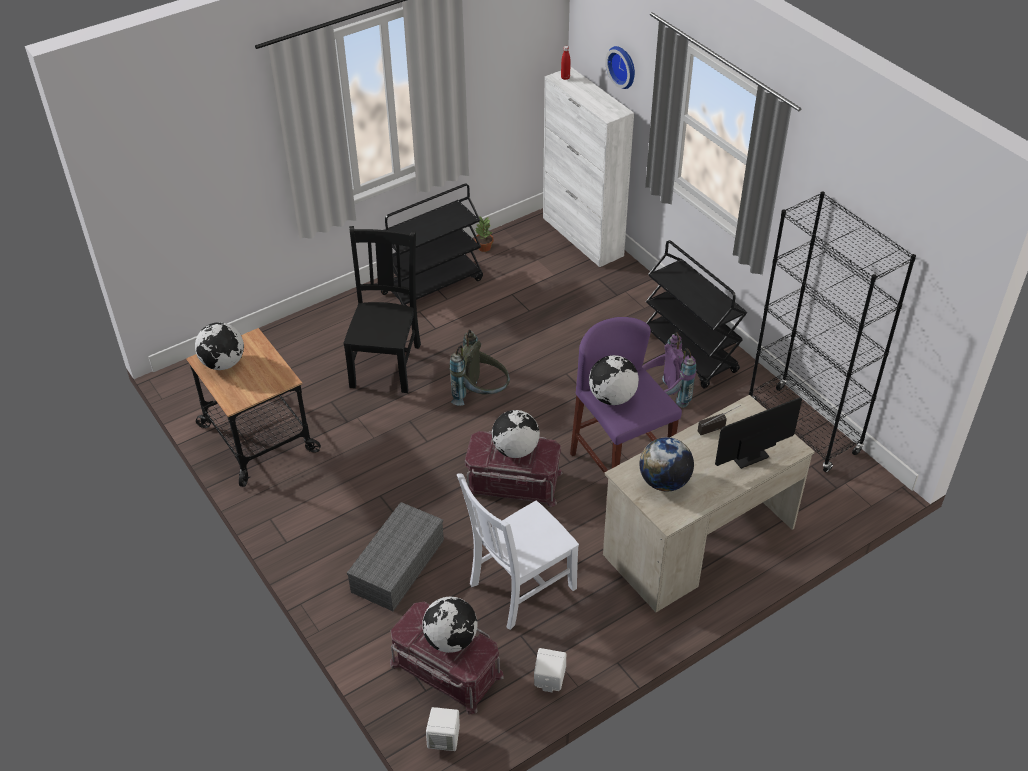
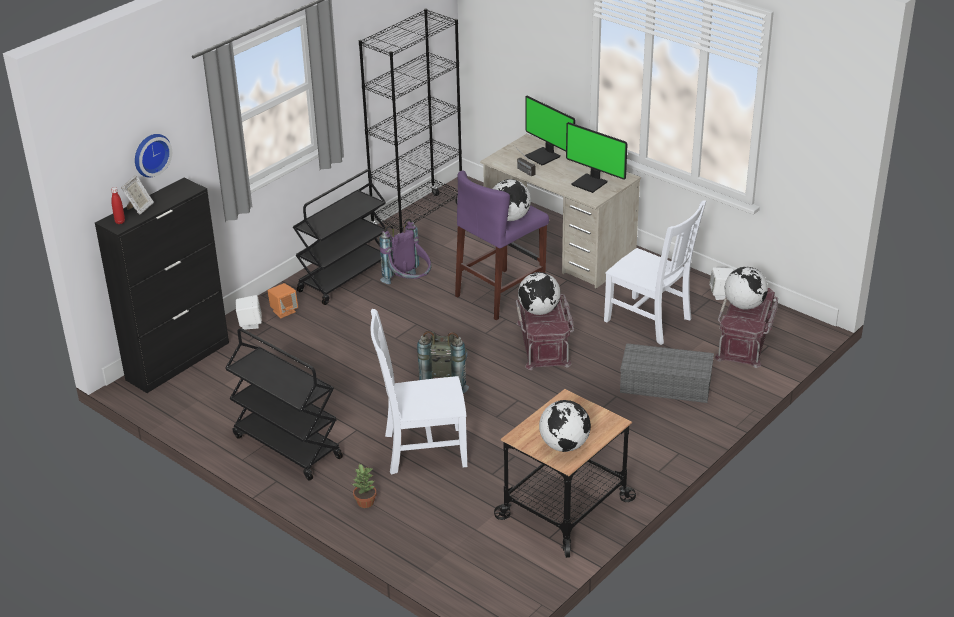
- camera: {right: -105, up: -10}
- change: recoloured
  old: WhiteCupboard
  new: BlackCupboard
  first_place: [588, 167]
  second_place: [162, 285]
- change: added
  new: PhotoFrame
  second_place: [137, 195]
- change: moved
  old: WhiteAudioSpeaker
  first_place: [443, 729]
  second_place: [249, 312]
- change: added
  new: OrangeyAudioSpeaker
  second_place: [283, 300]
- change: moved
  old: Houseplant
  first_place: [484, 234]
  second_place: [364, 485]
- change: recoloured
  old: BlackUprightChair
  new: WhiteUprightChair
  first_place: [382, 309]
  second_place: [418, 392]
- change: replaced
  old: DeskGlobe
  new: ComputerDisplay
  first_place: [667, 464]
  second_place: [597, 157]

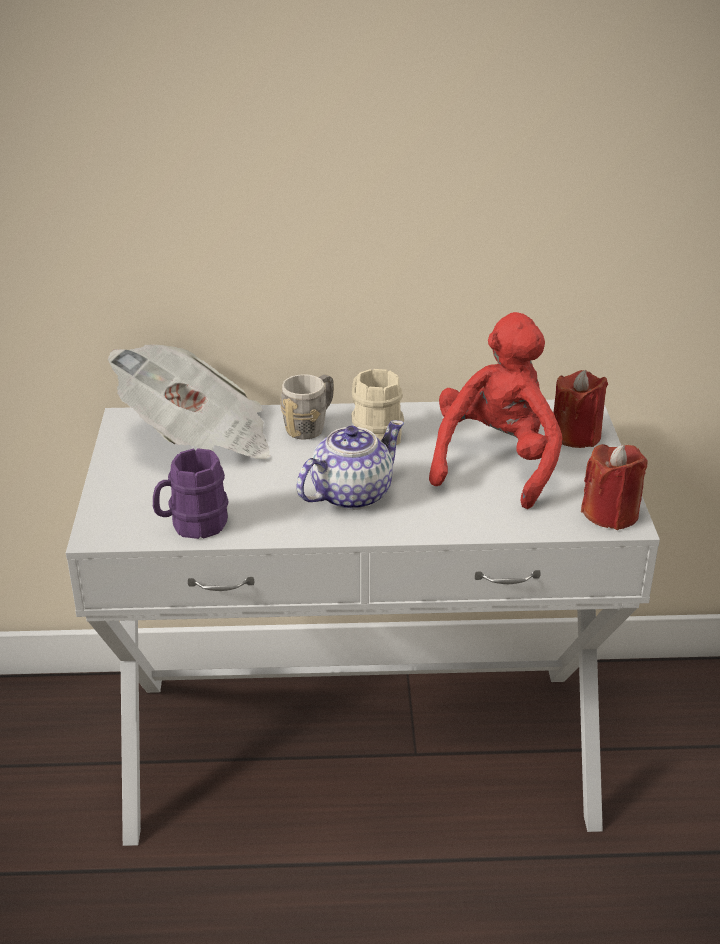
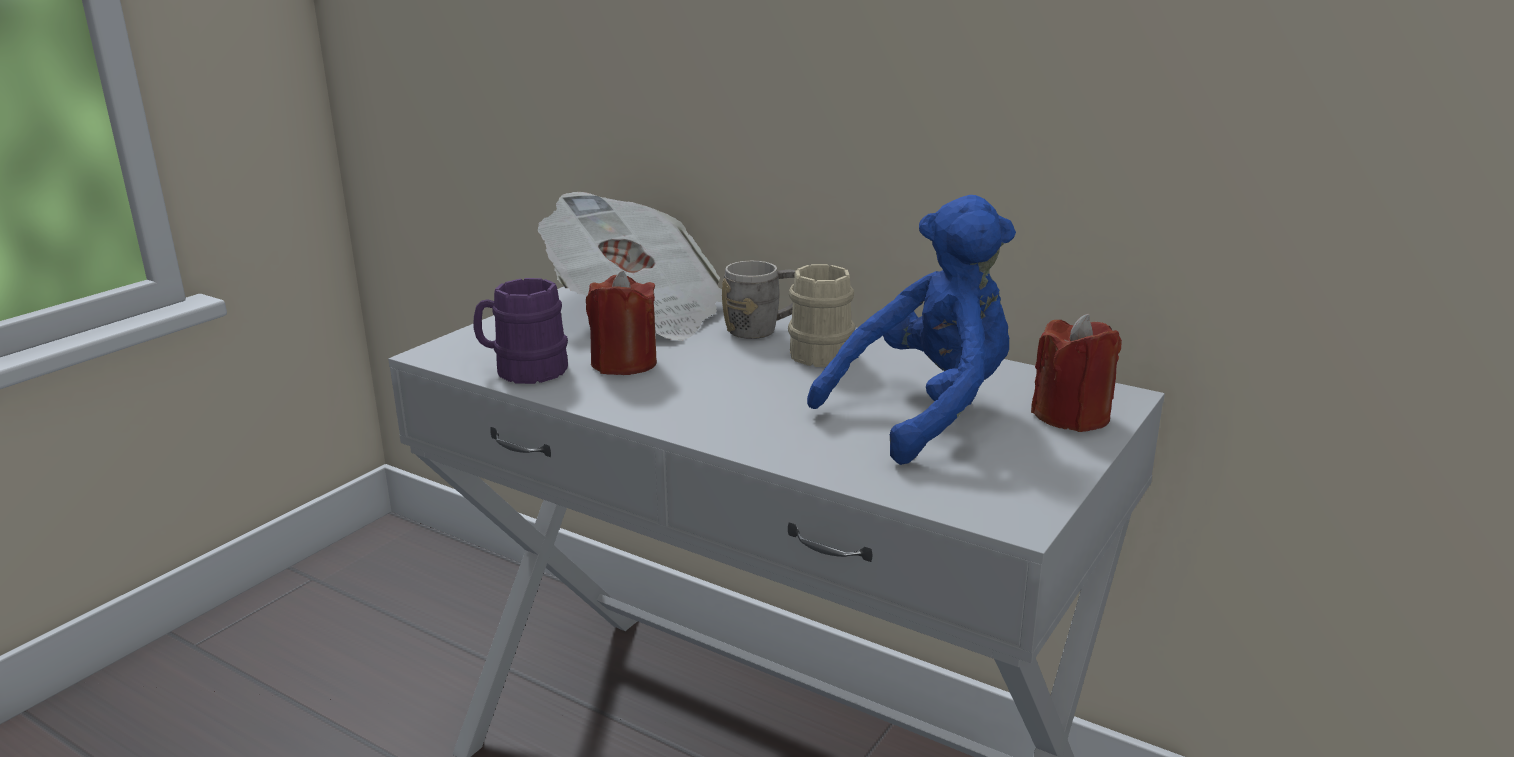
- camera: {right: 35, up: -10}
- change: moved
  old: RedColouredWaxCandle
  first_place: [614, 487]
  second_place: [621, 323]
- change: recoloured
  old: RedColouredSoftToy
  new: BlueSoftToy
  first_place: [496, 410]
  second_place: [911, 330]
- change: removed
  old: TeaPot
  first_place: [350, 465]

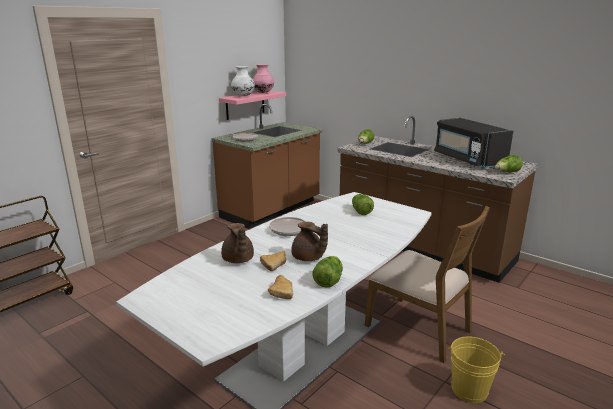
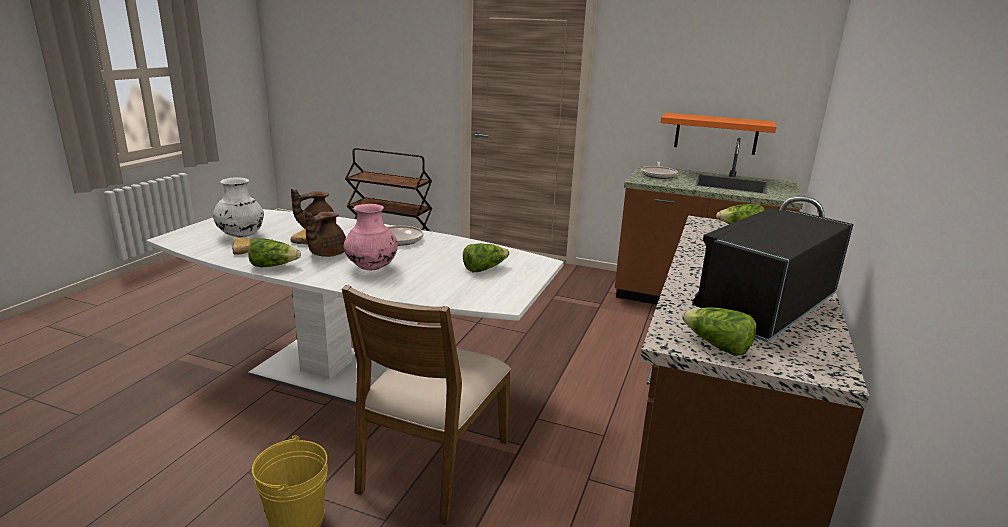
- camera: {right: 70, up: 0}
- change: moved
  old: WhiteVase
  first_place: [243, 81]
  second_place: [238, 207]
- change: moved
  old: PinkColouredVase
  first_place: [263, 78]
  second_place: [370, 237]
- change: recoloured
  old: PinkColouredBracketShelf
  new: OrangeyBracketShelf
  first_place: [252, 105]
  second_place: [718, 134]

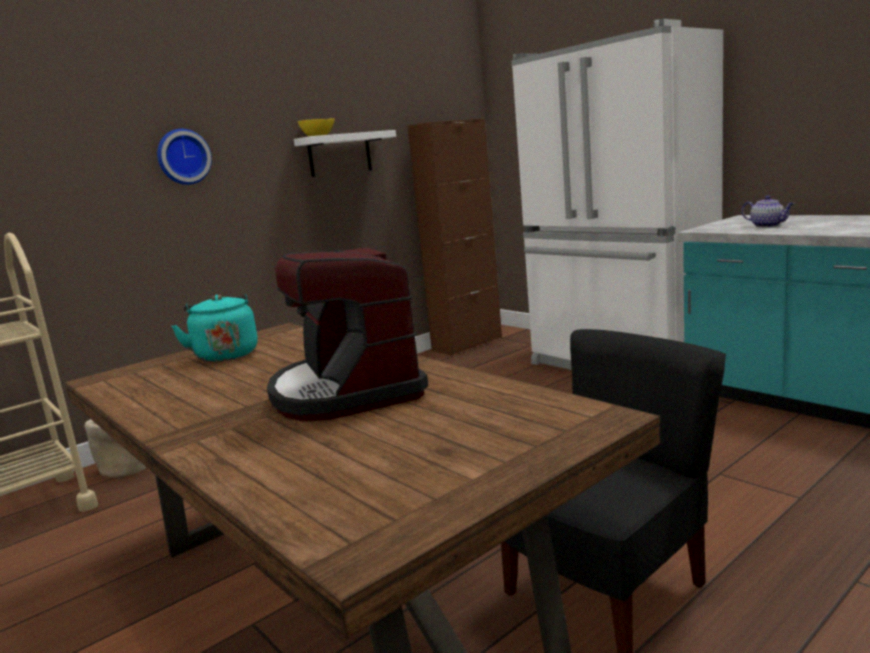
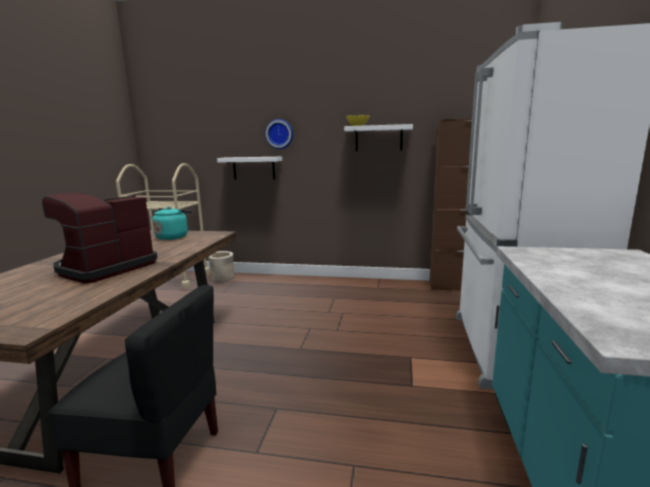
- camera: {right: 50, up: 0}
- change: added
  new: WhiteBracketShelf
  second_place: [249, 168]
- change: removed
  old: TeaPot
  first_place: [768, 211]

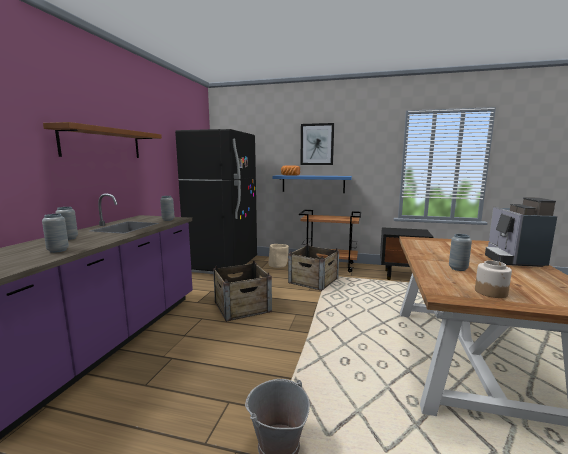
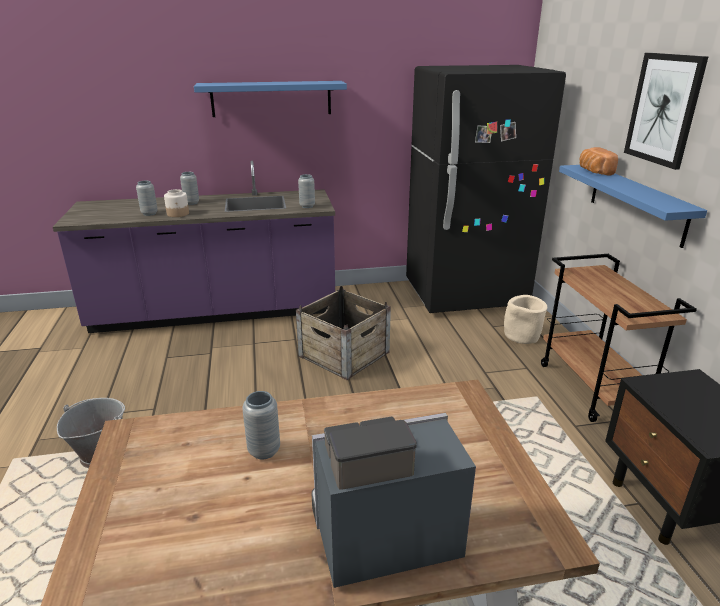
- camera: {right: 65, up: 15}
- change: moved
  old: StorageJar
  first_place: [493, 279]
  second_place: [176, 203]
- change: recoloured
  old: BrownBracketShelf
  new: BlueBracketShelf
  first_place: [102, 140]
  second_place: [270, 99]
- change: removed
  old: ShippingCrate
  first_place: [313, 267]

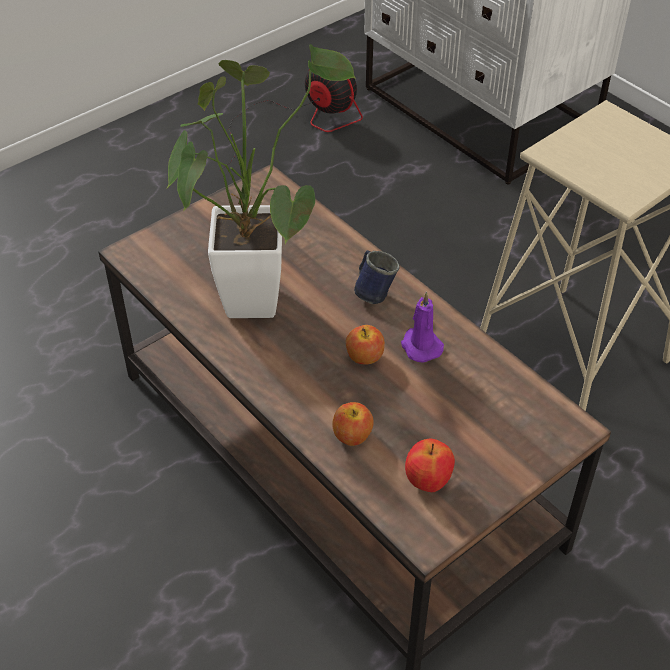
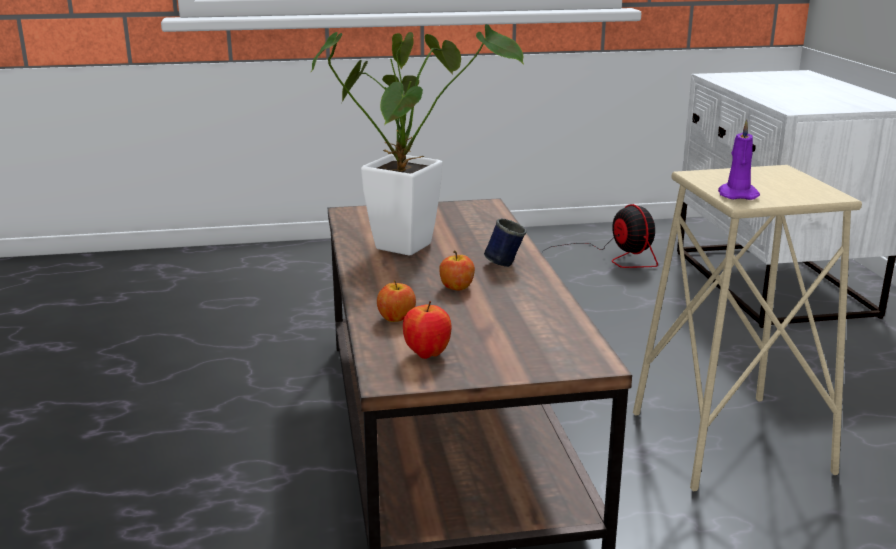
- camera: {right: 30, up: -25}
- change: moved
  old: PurplishWaxCandle
  first_place: [422, 327]
  second_place: [739, 160]

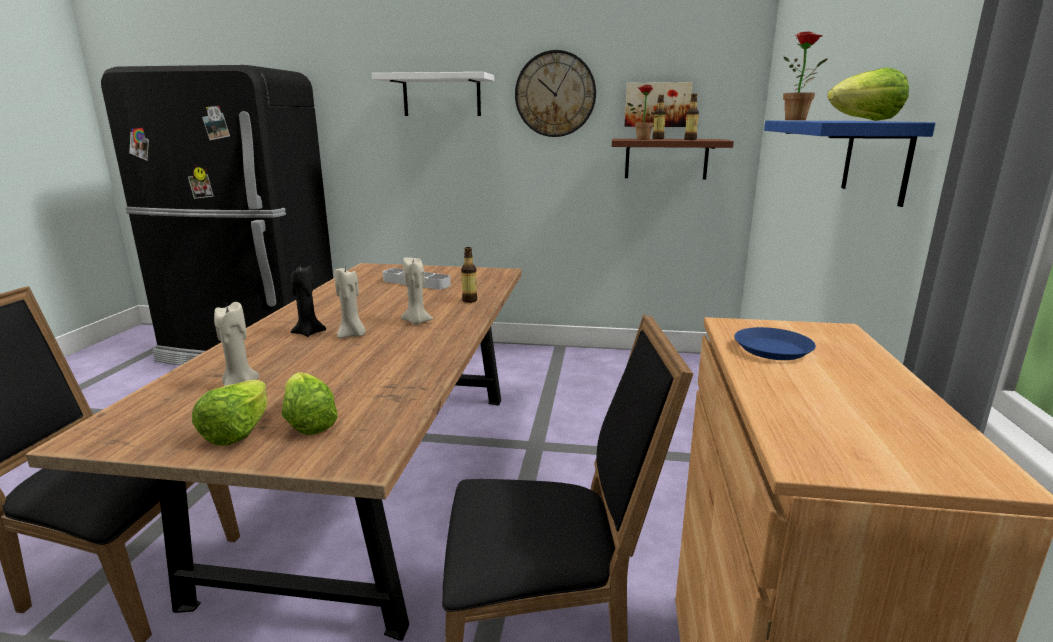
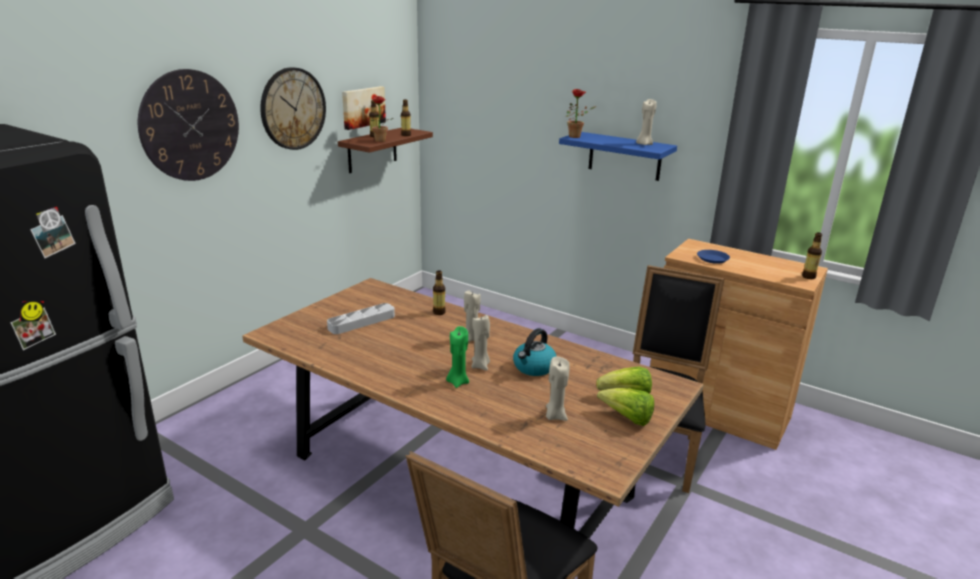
- camera: {right: -65, up: 5}
- change: replaced
  old: WhiteBracketShelf
  new: HangingClock
  first_place: [433, 94]
  second_place: [188, 125]
- change: recoloured
  old: BlackWaxCandle
  new: GreenWaxCandle
  first_place: [308, 301]
  second_place: [457, 357]
- change: added
  new: WaterKettle
  second_place: [535, 352]
- change: replaced
  old: HeadOfLettuce
  new: BeigeWaxCandle
  first_place: [868, 94]
  second_place: [646, 122]
- change: added
  new: BeverageBottle
  second_place: [812, 255]

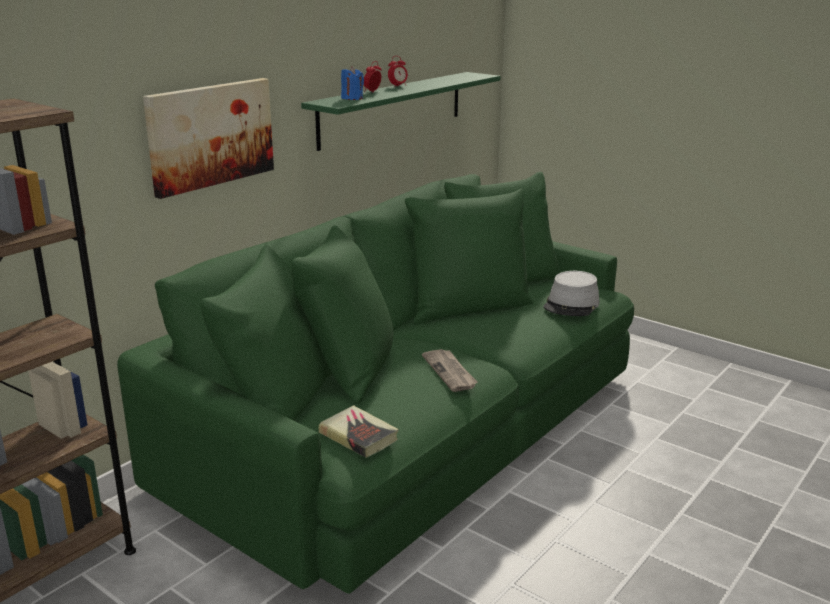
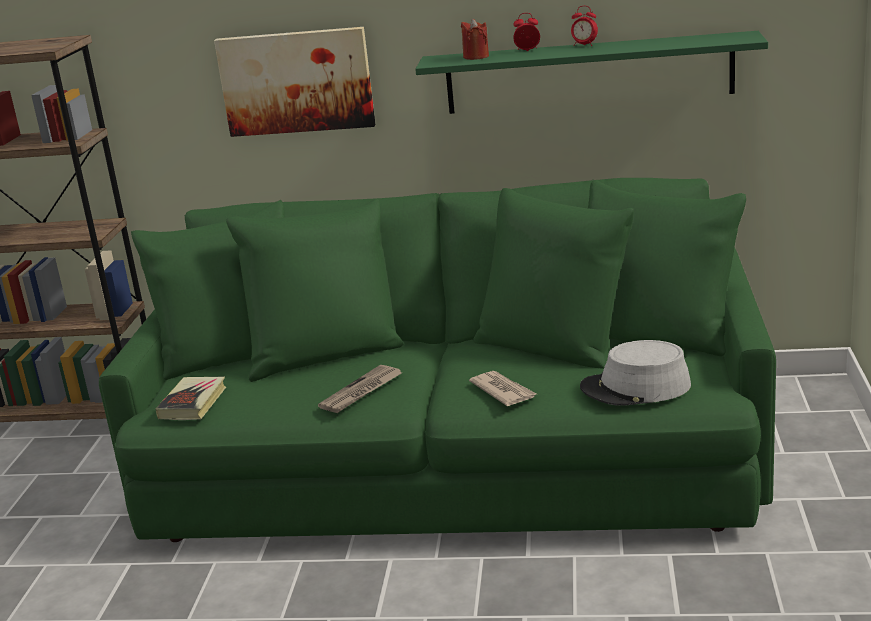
- camera: {right: 60, up: 0}
- change: recoloured
  old: BlueWaxCandle
  new: RedColouredWaxCandle
  first_place: [352, 83]
  second_place: [475, 39]
- change: added
  new: DailyPaper
  second_place: [502, 388]

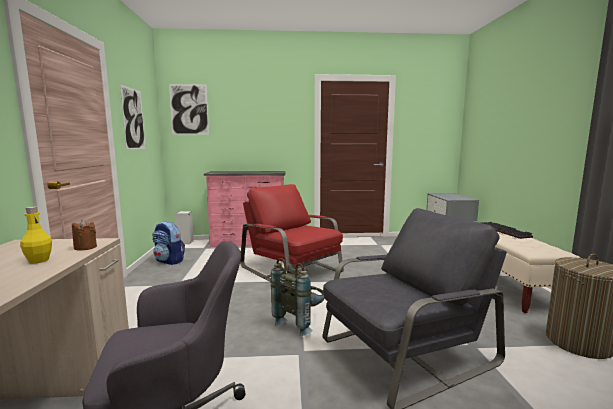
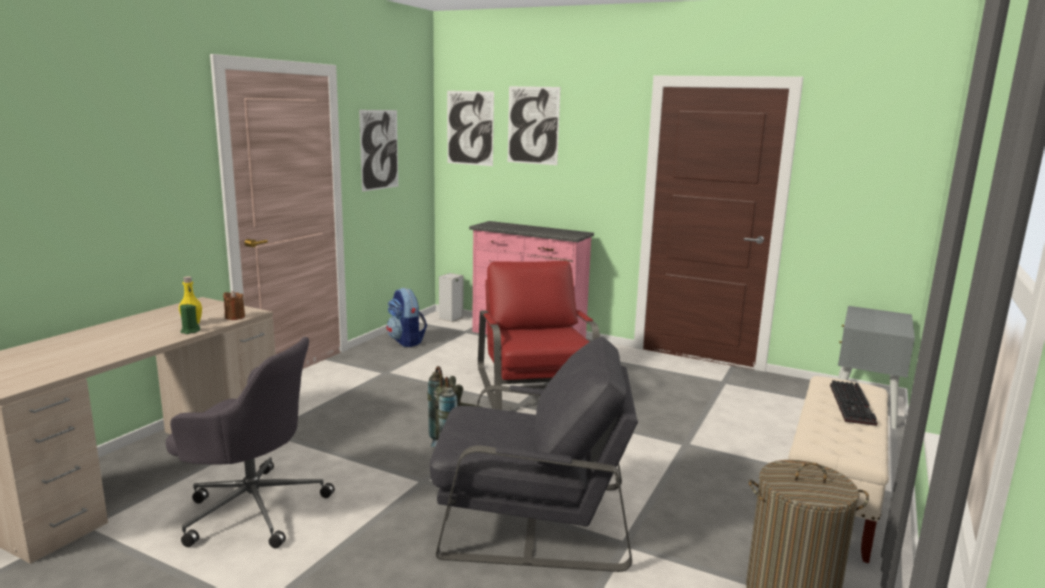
- camera: {right: 30, up: 5}
- change: added
  new: GreenWaxCandle
  second_place: [190, 318]
- change: added
  new: Picture
  second_place: [534, 125]

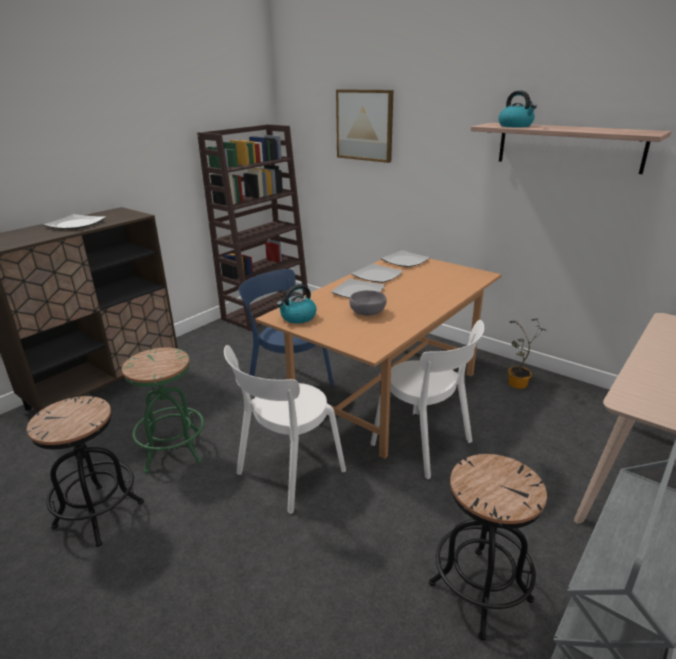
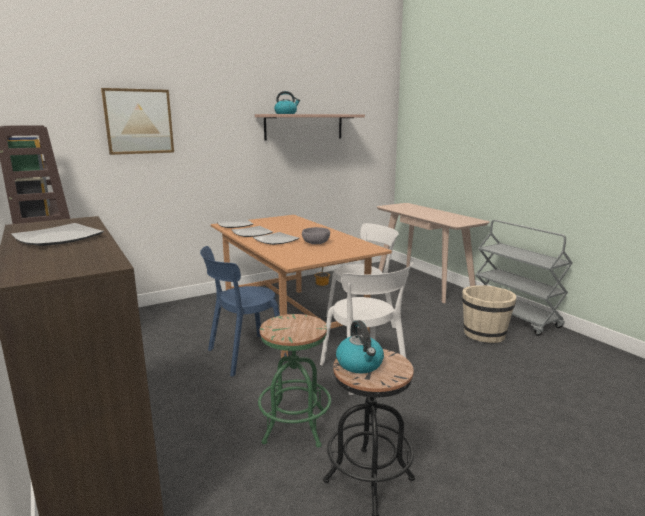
- camera: {right: -70, up: -10}
- change: moved
  old: WaterKettle
  first_place: [296, 304]
  second_place: [360, 346]
- change: replaced
  old: BlackStool
  new: BeigeBucket
  first_place: [488, 547]
  second_place: [489, 314]

